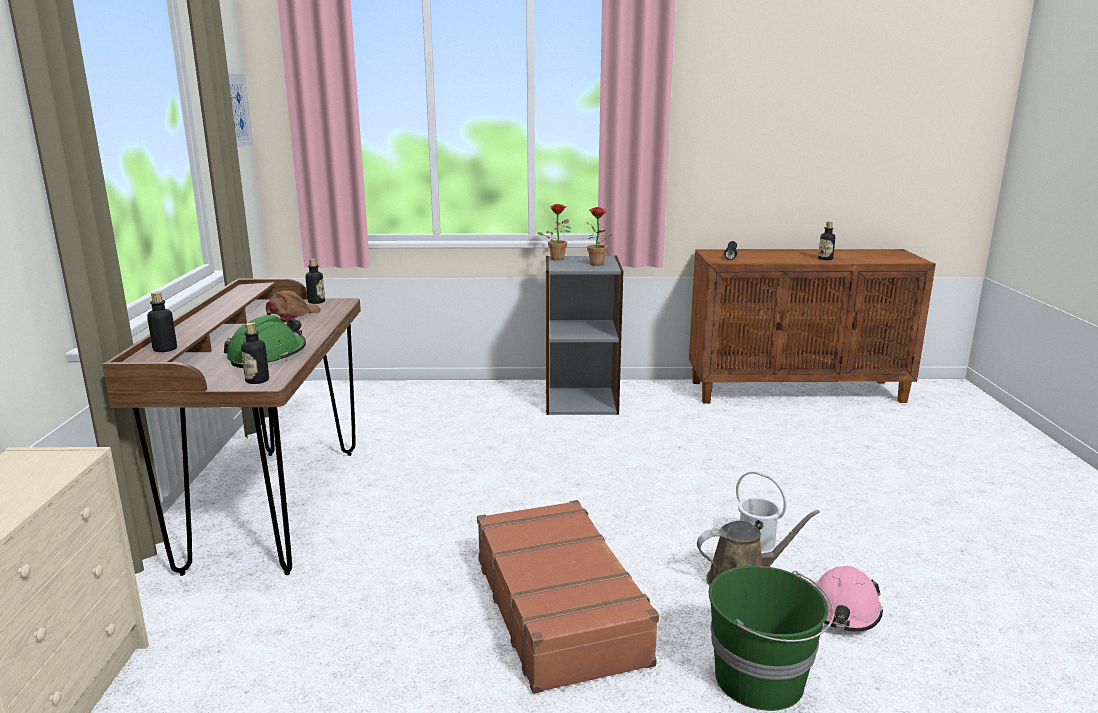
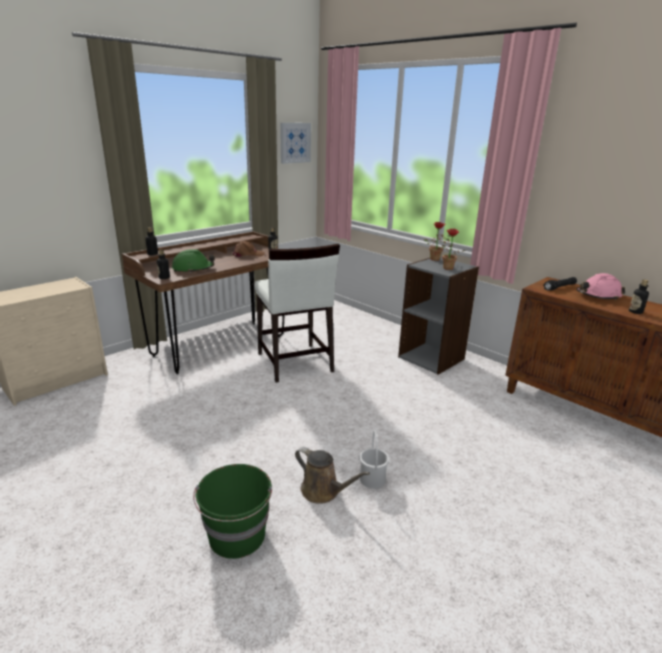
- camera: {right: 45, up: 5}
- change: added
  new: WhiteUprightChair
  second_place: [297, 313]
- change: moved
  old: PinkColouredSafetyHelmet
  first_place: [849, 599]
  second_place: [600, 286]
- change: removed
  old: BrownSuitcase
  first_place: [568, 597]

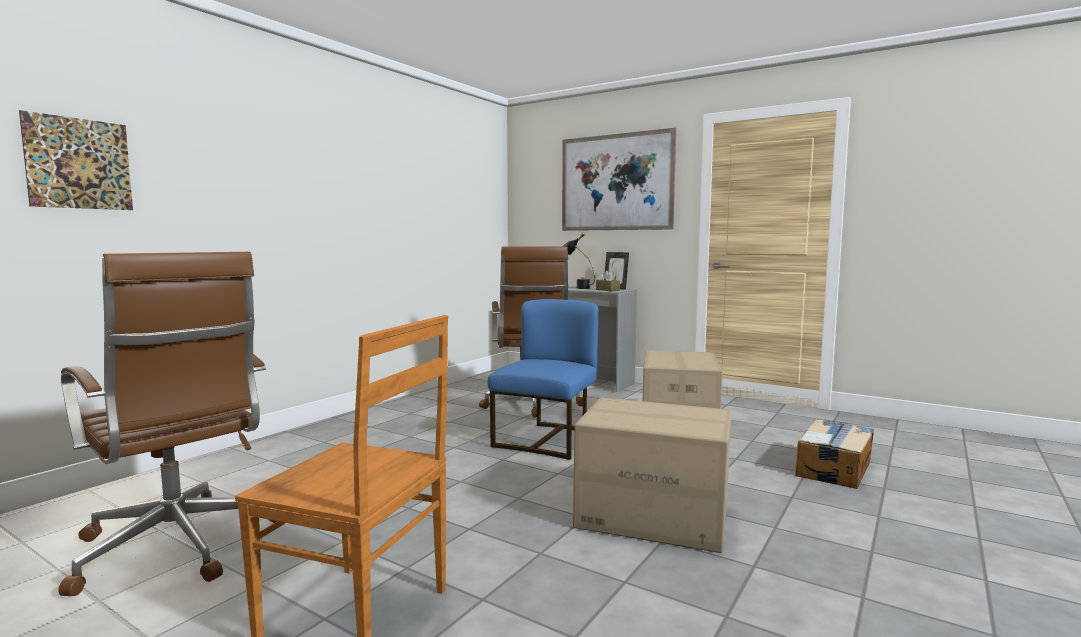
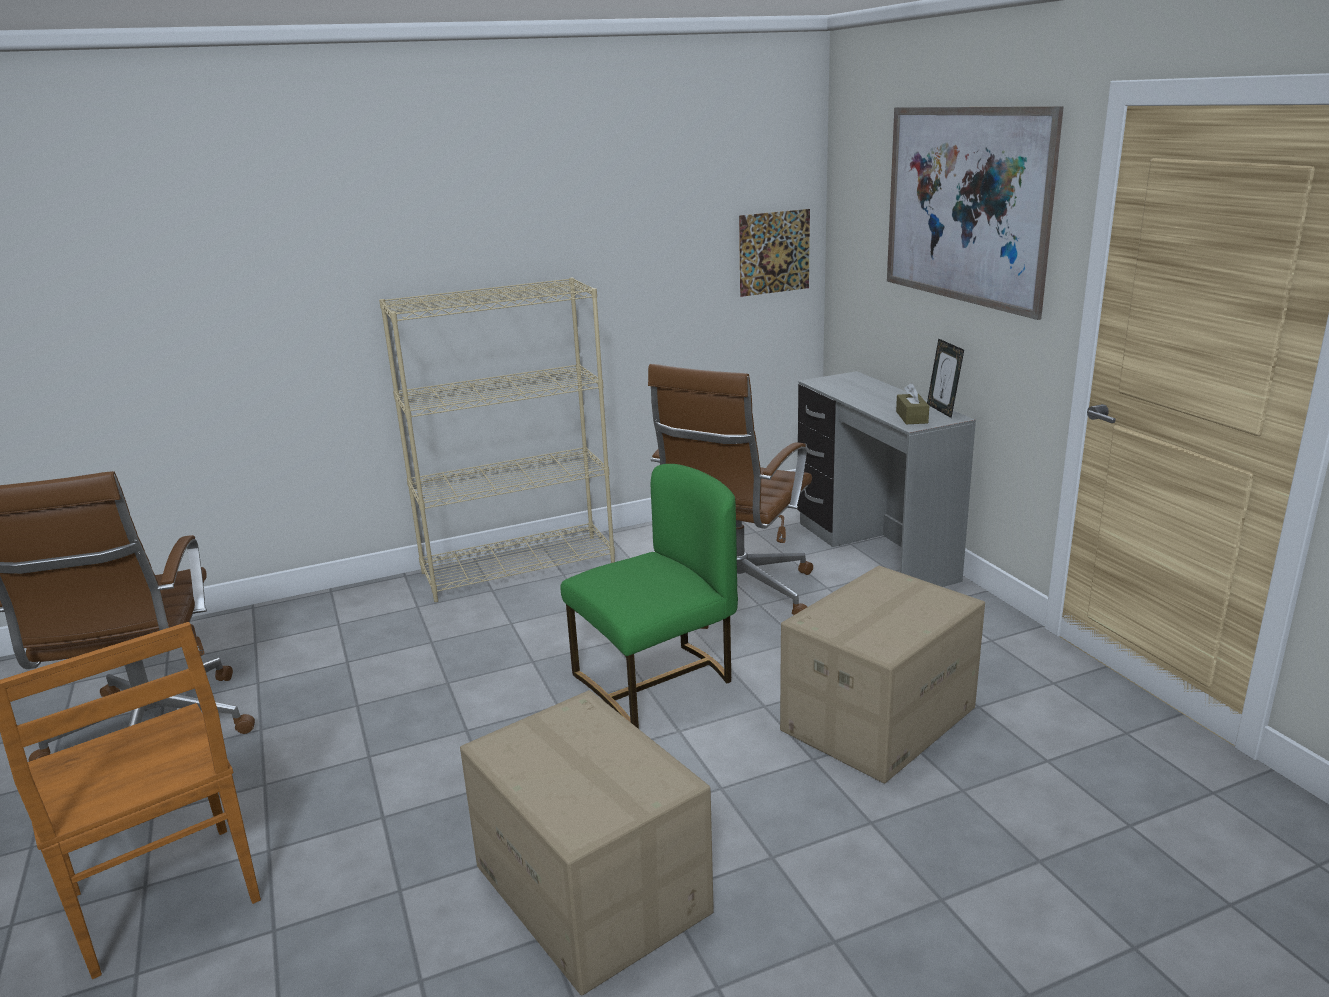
- camera: {right: 35, up: 15}
- change: added
  new: BeigeBookshelf
  second_place: [497, 440]
- change: recoloured
  old: BlueUprightChair
  new: GreenUprightChair
  first_place: [543, 379]
  second_place: [649, 596]
- change: moved
  old: Picture
  first_place: [76, 160]
  second_place: [774, 253]
- change: removed
  old: BlackTabletopLamp
  first_place: [579, 260]
- change: removed
  old: CardboardBox
  first_place: [834, 454]

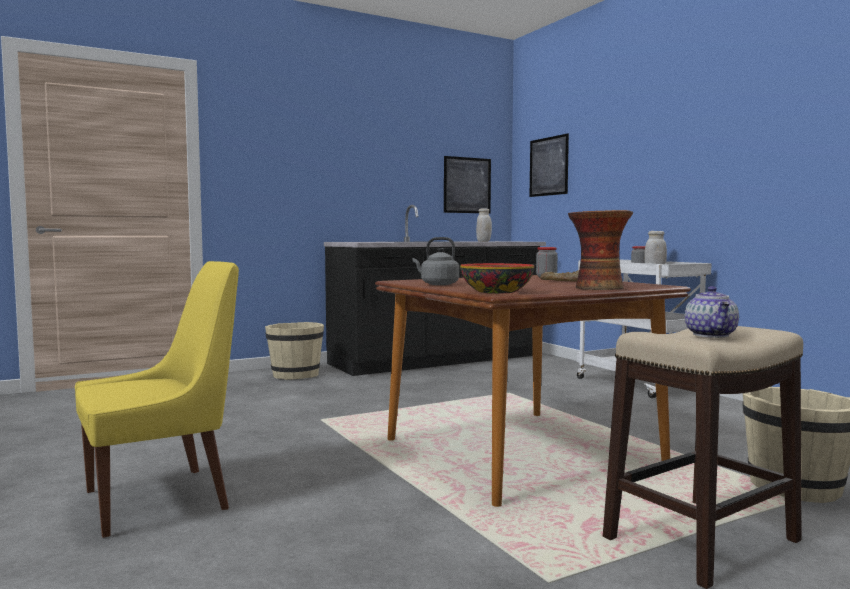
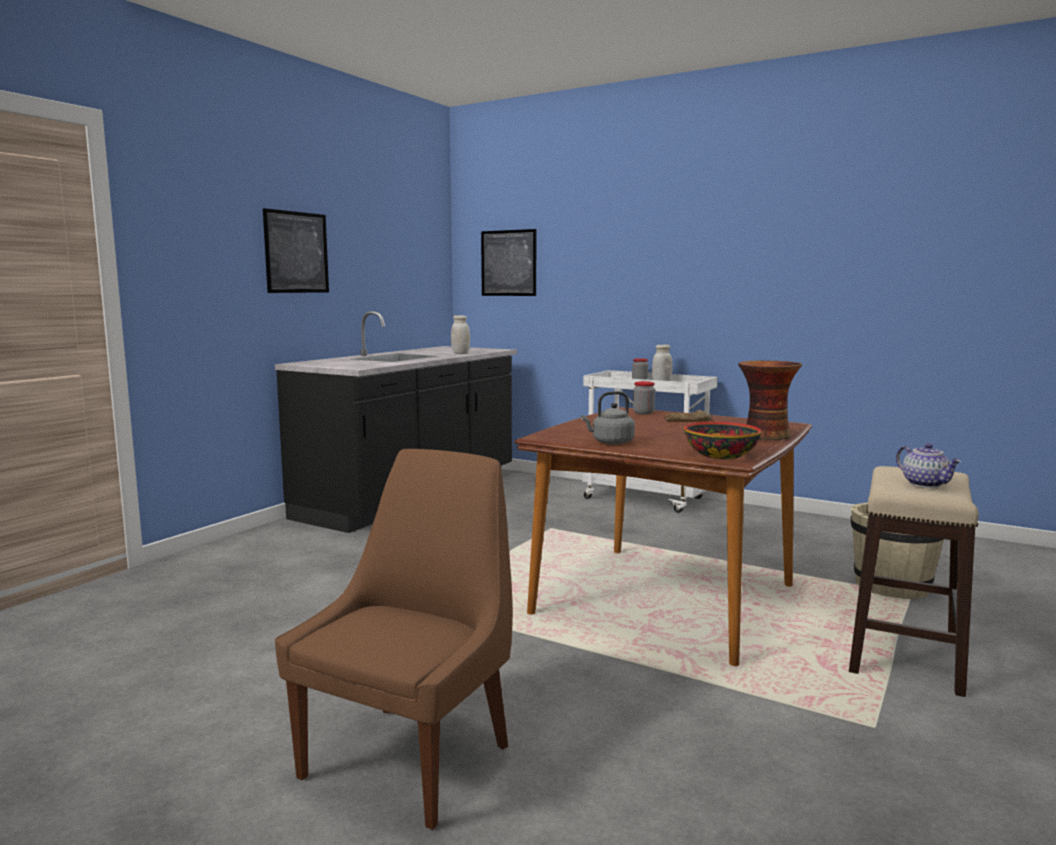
- camera: {right: -30, up: 5}
- change: moved
  old: Picture
  first_place: [467, 185]
  second_place: [296, 250]
- change: recoloured
  old: YellowUprightChair
  new: BrownUprightChair
  first_place: [157, 399]
  second_place: [394, 639]
- change: removed
  old: BeigeBucket
  first_place: [294, 351]

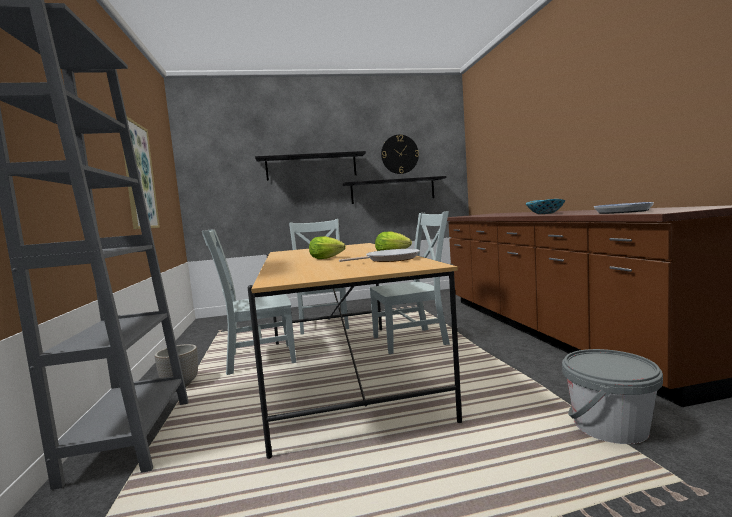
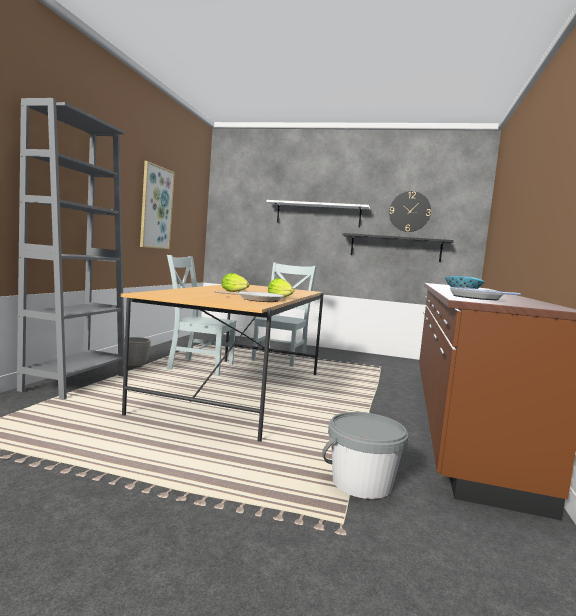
- camera: {right: 25, up: 0}
- change: recoloured
  old: BlackBracketShelf
  new: WhiteBracketShelf
  first_place: [310, 166]
  second_place: [318, 214]
- change: removed
  old: GrayUprightChair
  first_place: [409, 282]

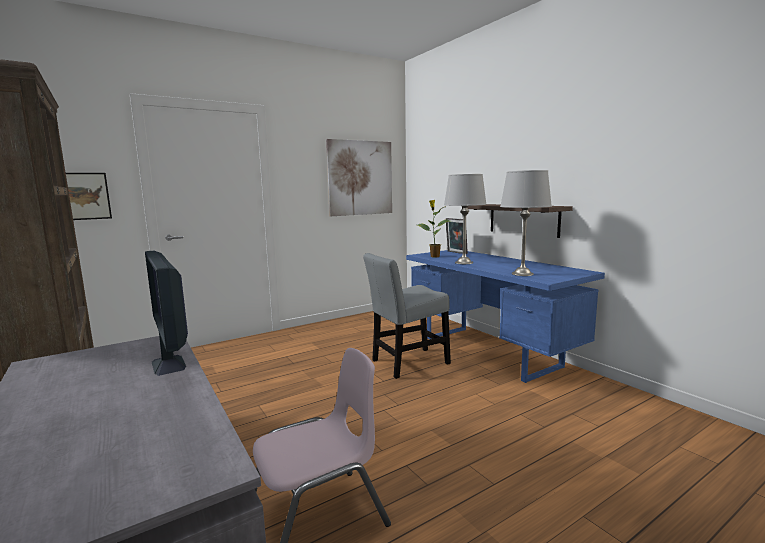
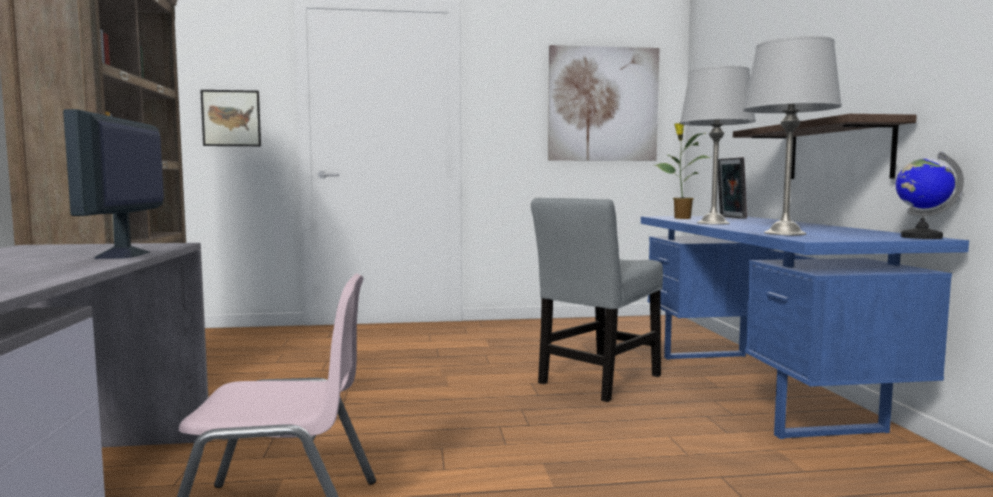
- camera: {right: 25, up: -5}
- change: turned
  old: GrayUprightChair
  first_place: [407, 316]
  second_place: [597, 300]
  degrees: -45
- change: added
  new: DeskGlobe
  second_place: [930, 195]

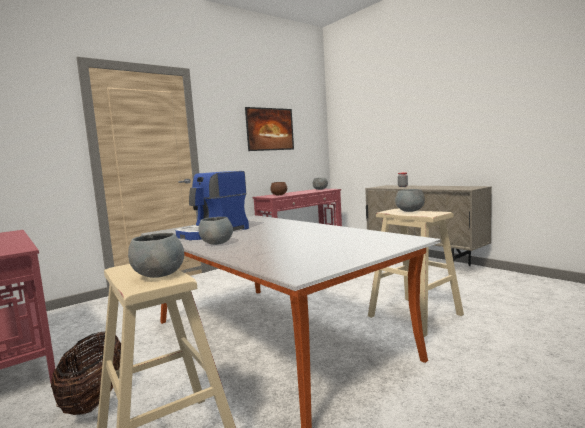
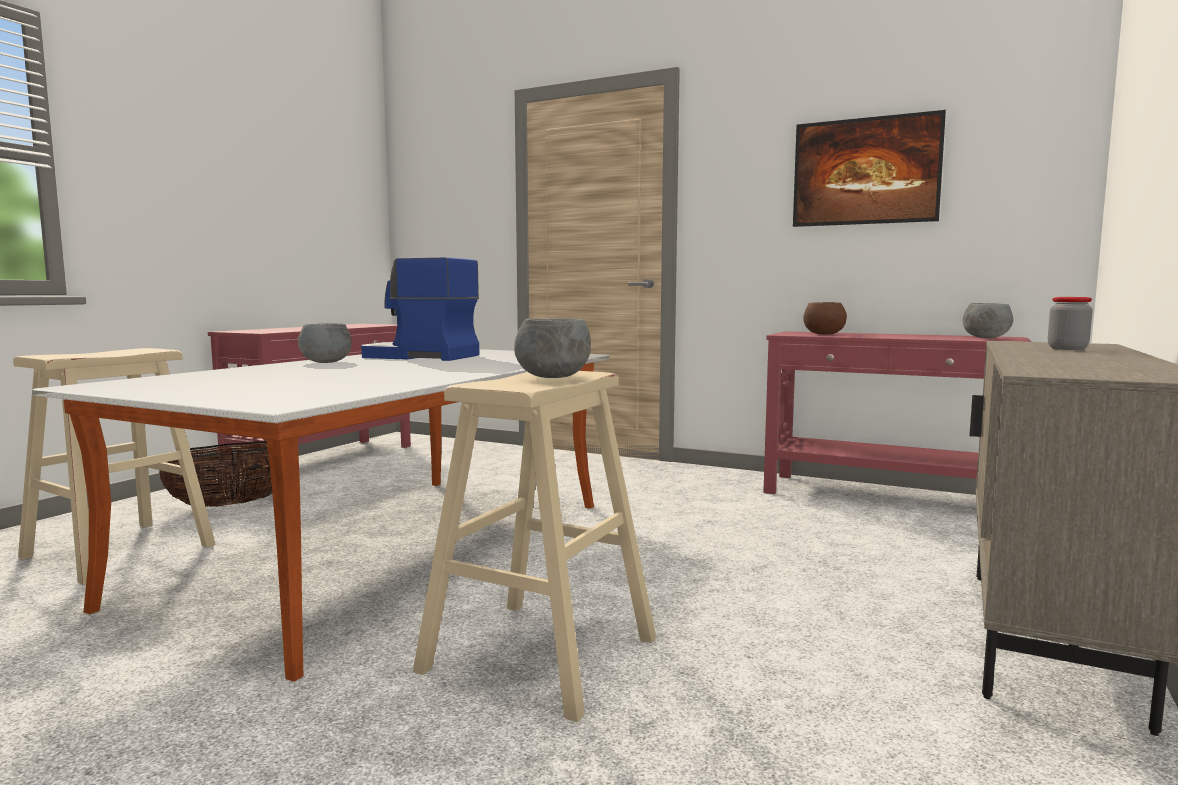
- camera: {right: 65, up: 0}
- change: removed
  old: GrayDeepDish
  first_place: [156, 255]

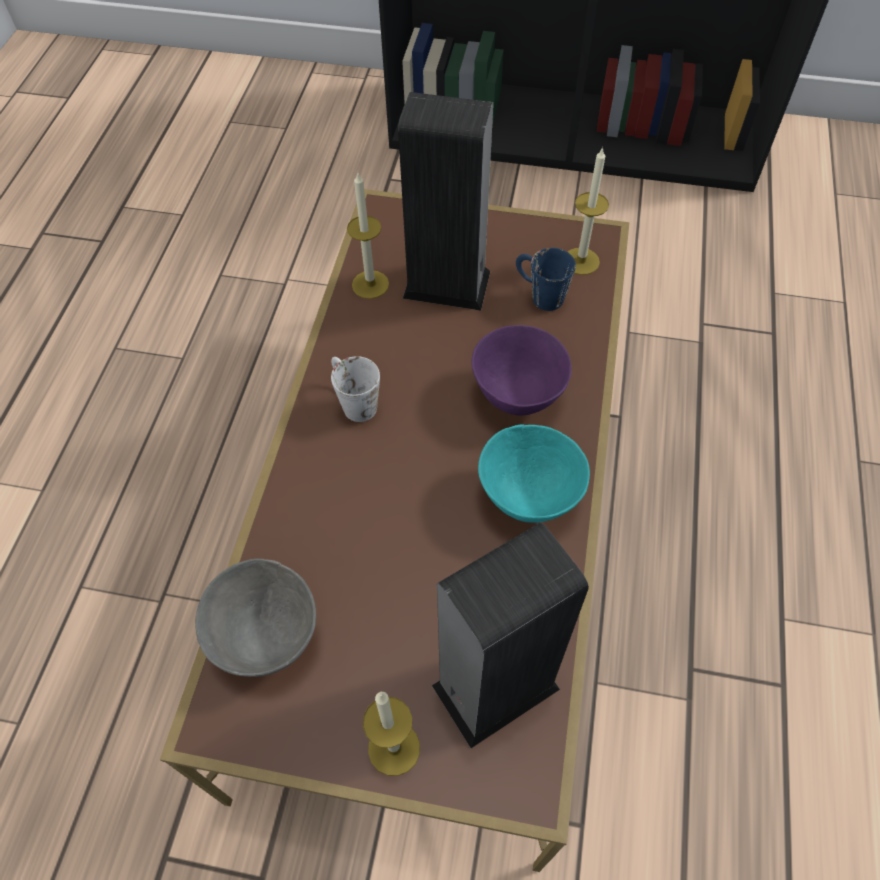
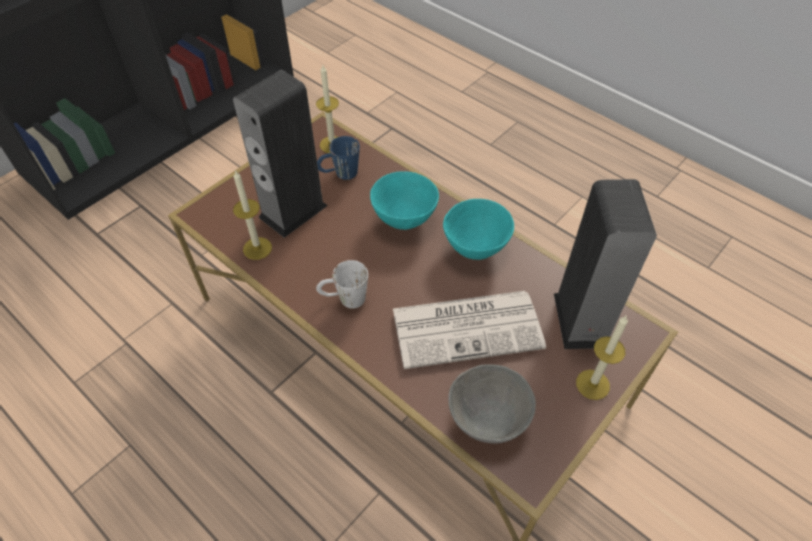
- camera: {right: -60, up: -5}
- change: recoloured
  old: PurplishDeepDish
  new: BlueGreenDeepDish
  first_place: [522, 370]
  second_place: [404, 200]
- change: added
  new: DailyPaper
  second_place: [469, 330]

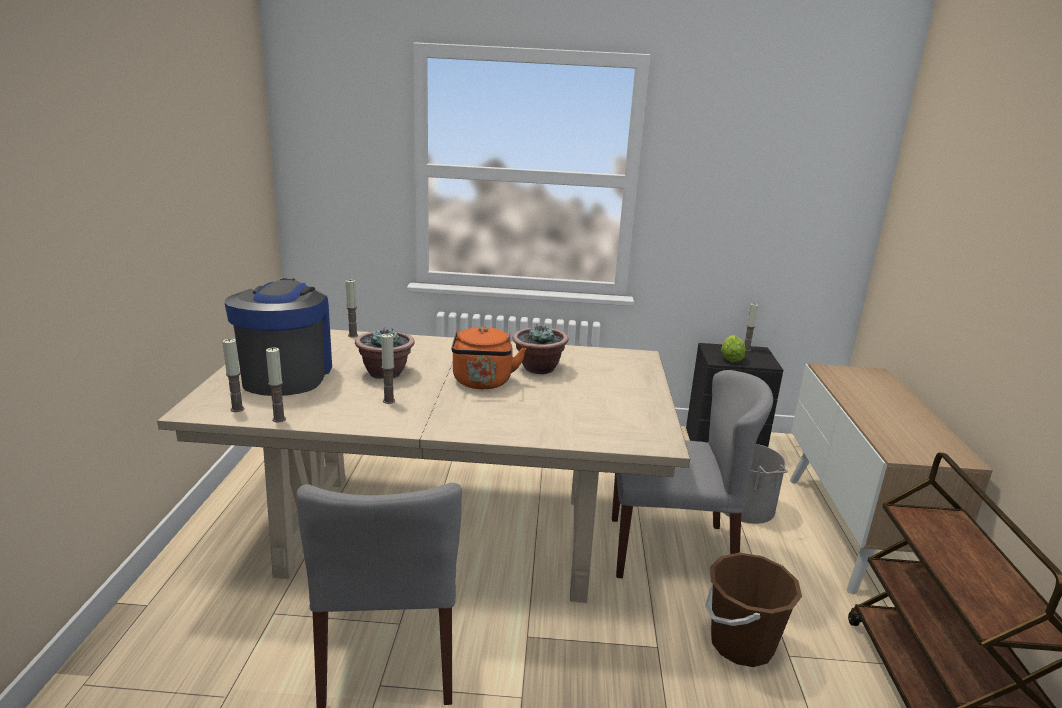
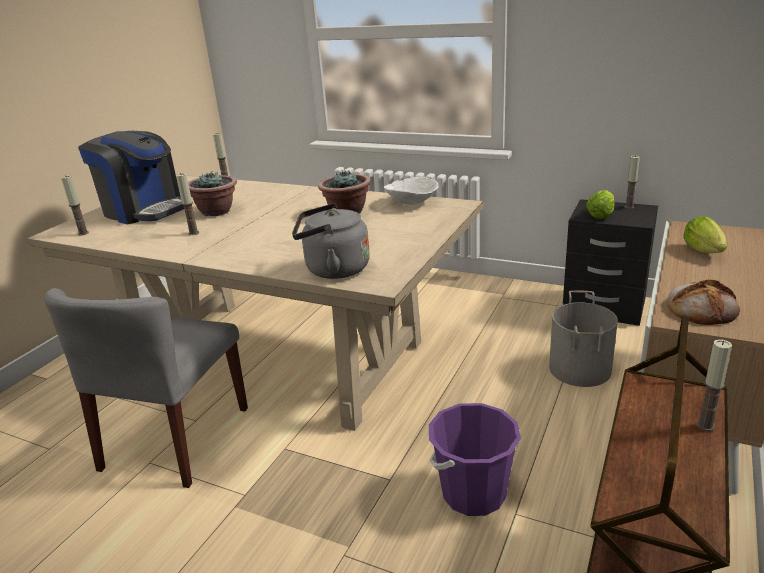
- camera: {right: 25, up: 5}
- change: turned
  old: CoffeeBrewer
  first_place: [278, 337]
  second_place: [131, 177]
  degrees: 105
- change: added
  new: GrayWaterKettle
  second_place: [331, 241]
- change: added
  new: WhiteDeepDish
  second_place: [411, 191]
- change: recoloured
  old: BrownBucket
  new: PurplishBucket
  first_place: [753, 610]
  second_place: [475, 459]
- change: added
  new: Bread
  second_place: [703, 302]
- change: added
  new: HeadOfLettuce
  second_place: [705, 234]
- change: moved
  old: WaxCandle
  first_place: [276, 385]
  second_place: [714, 385]
- change: removed
  old: OrangeyWaterKettle
  first_place: [489, 358]
- change: removed
  old: GrayUprightChair
  first_place: [692, 474]

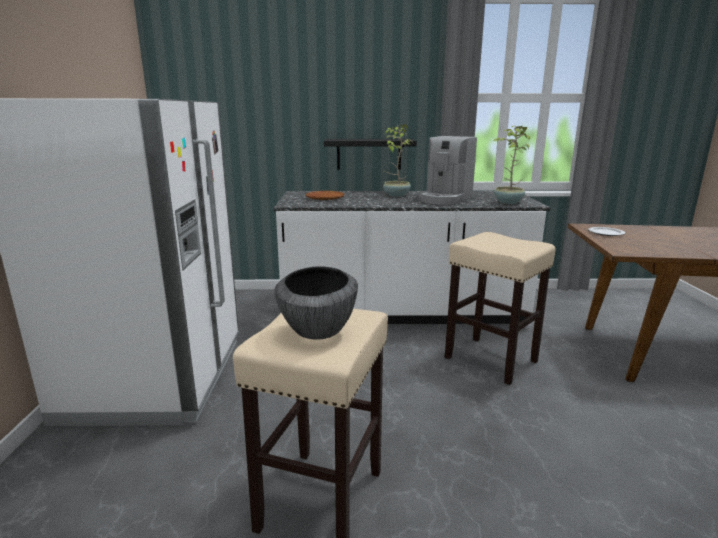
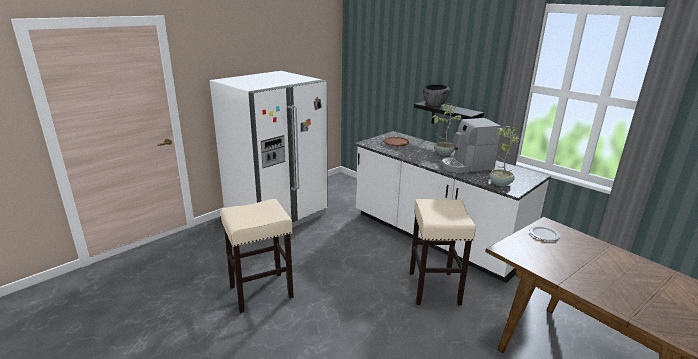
- camera: {right: 45, up: 5}
- change: moved
  old: DeepDish
  first_place: [316, 303]
  second_place: [436, 95]

